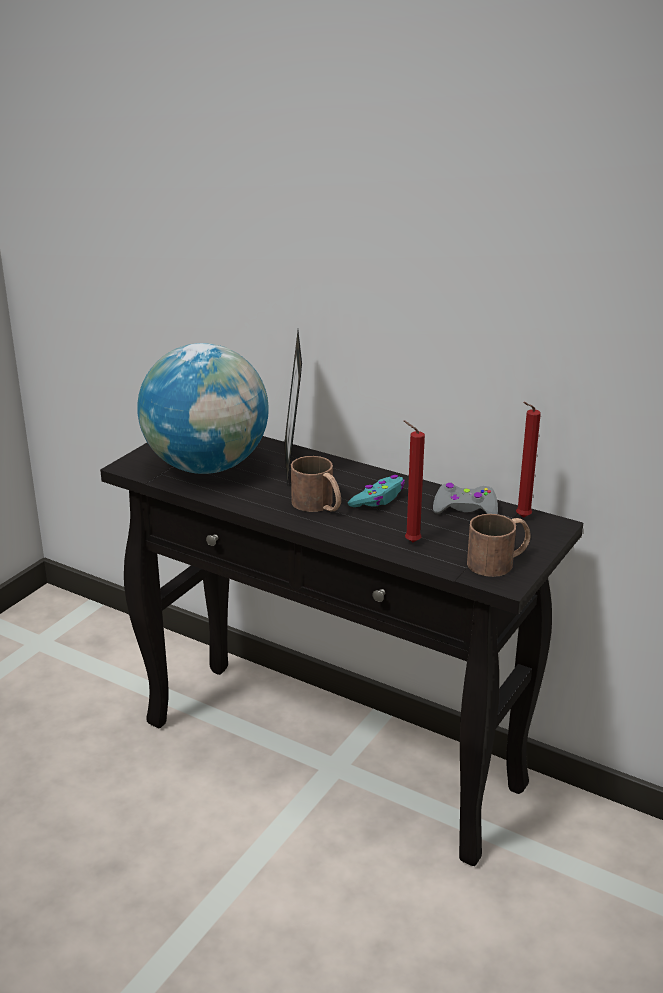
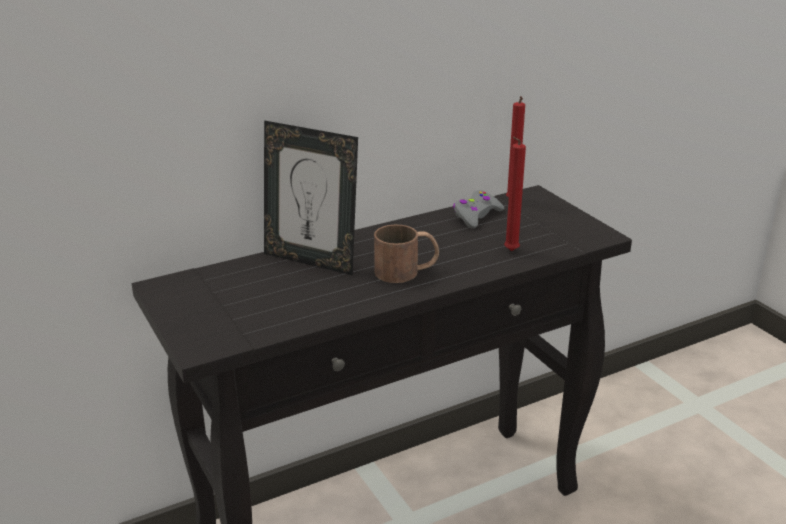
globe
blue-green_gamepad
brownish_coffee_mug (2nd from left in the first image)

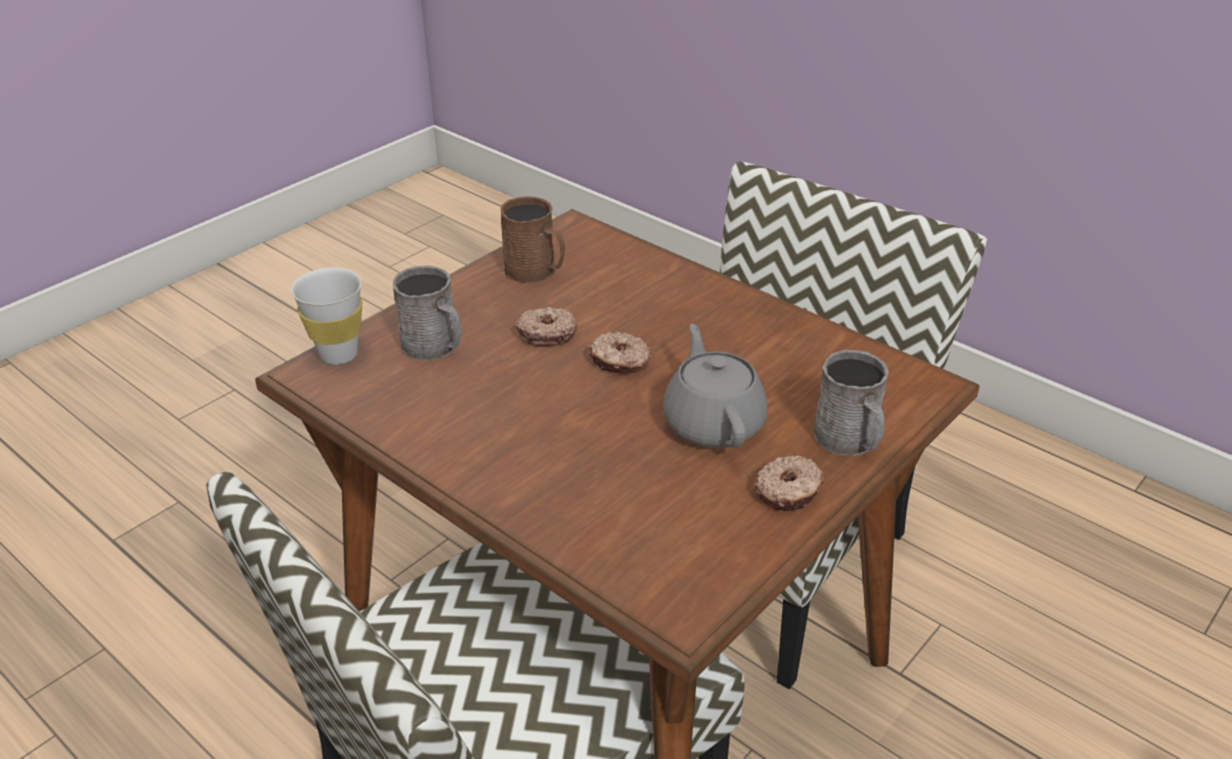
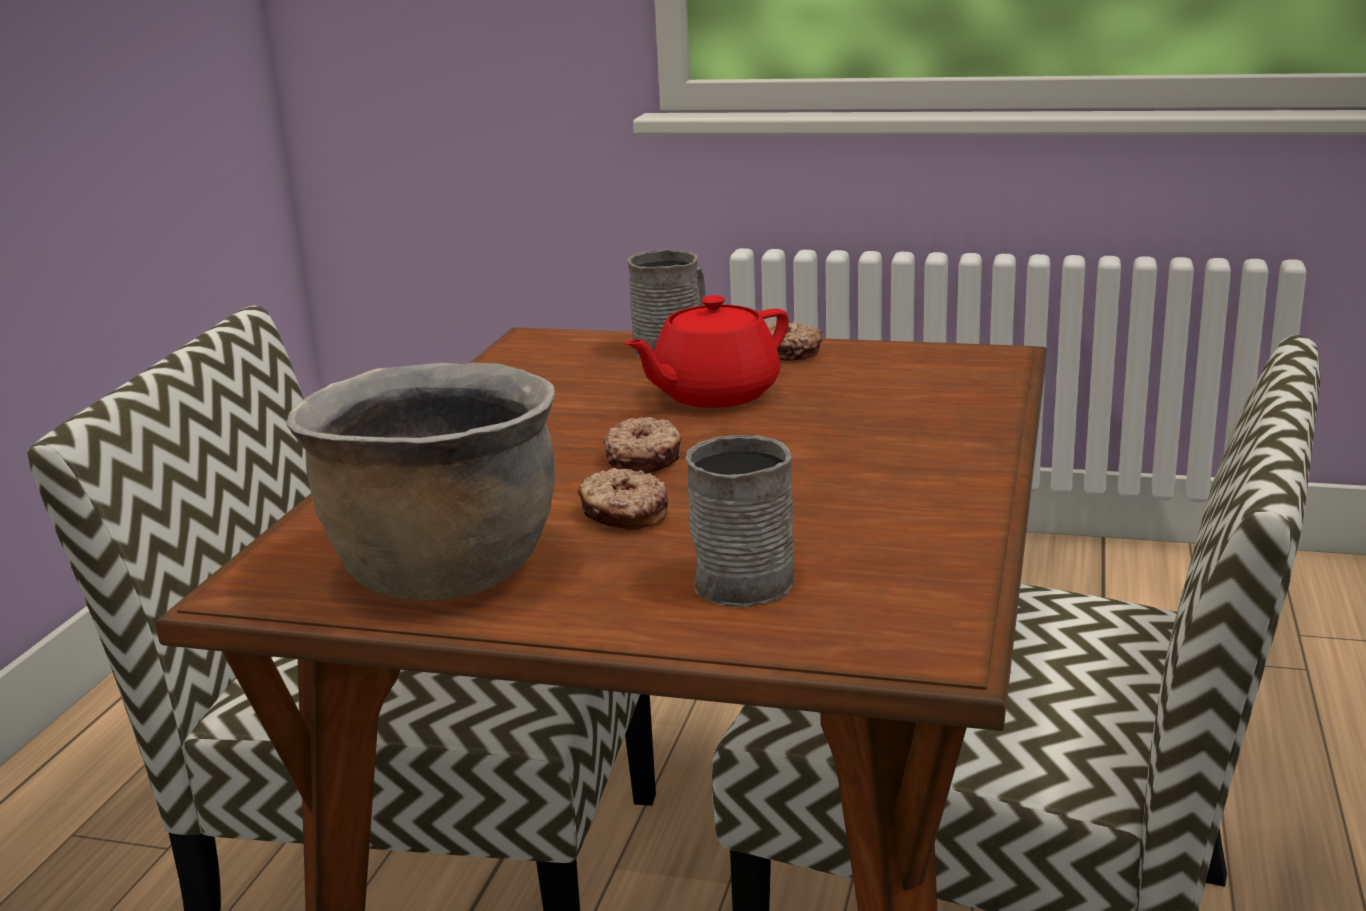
white_drinking_cup
brownish_cooking_pot
red_tea_pot

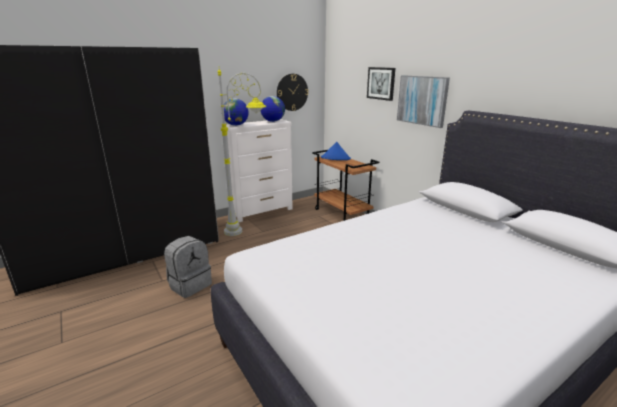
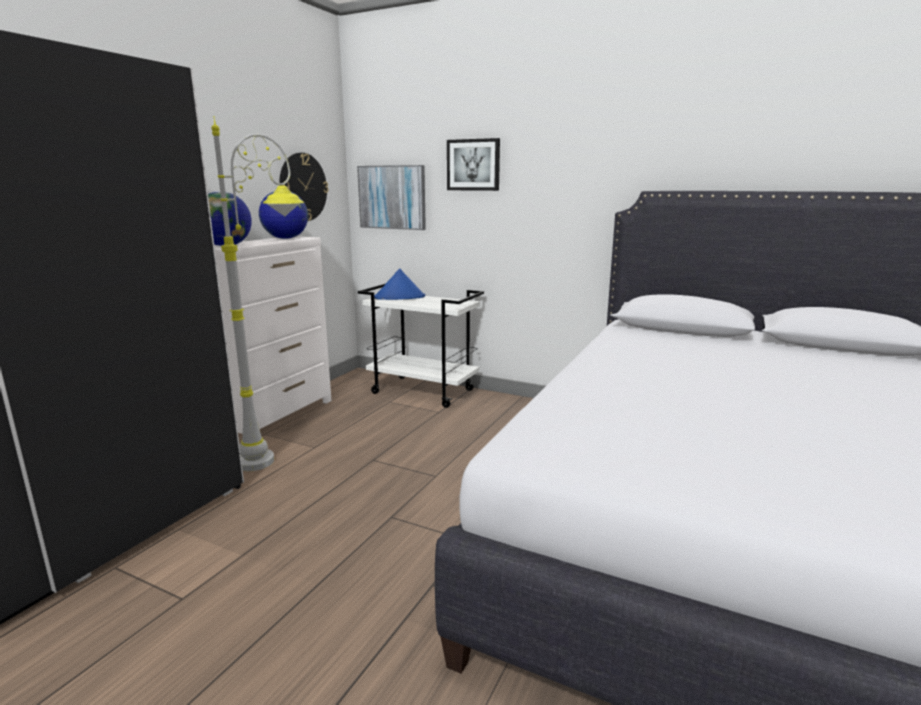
gray_knapsack
white_wheeled_cart
wall_art (1st from left)

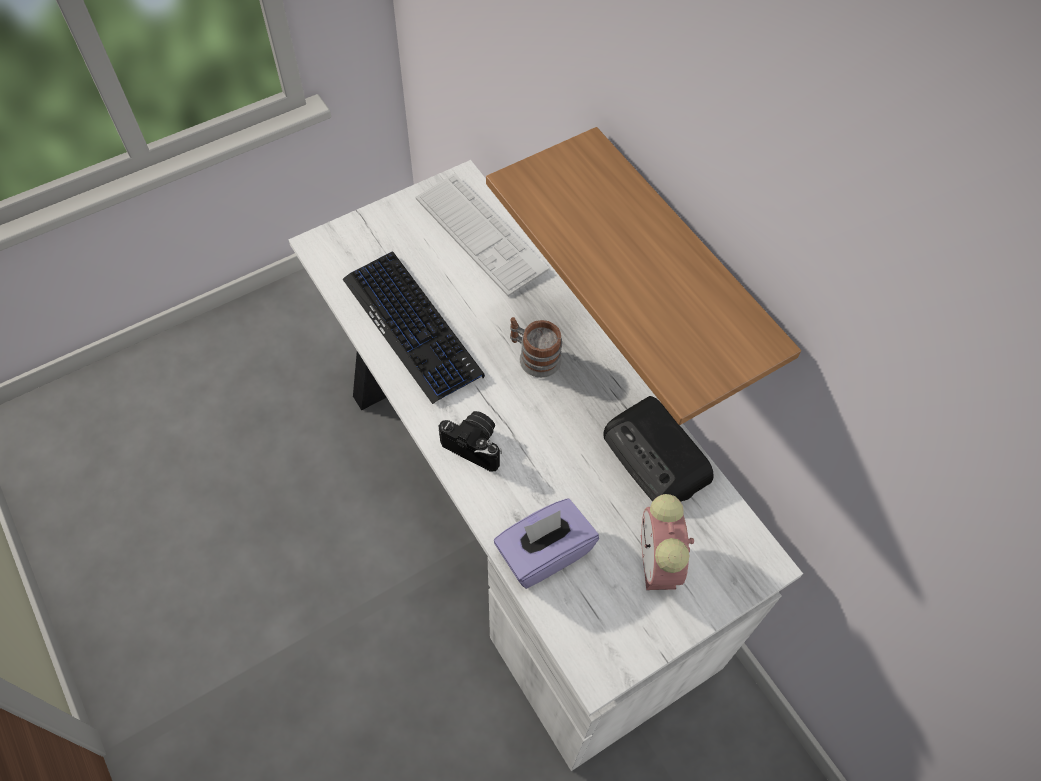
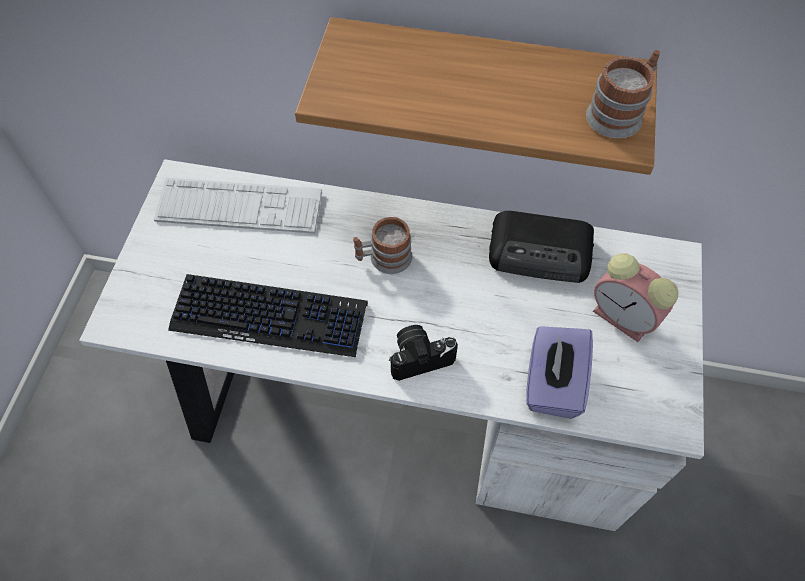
coffee_mug (2nd from left)

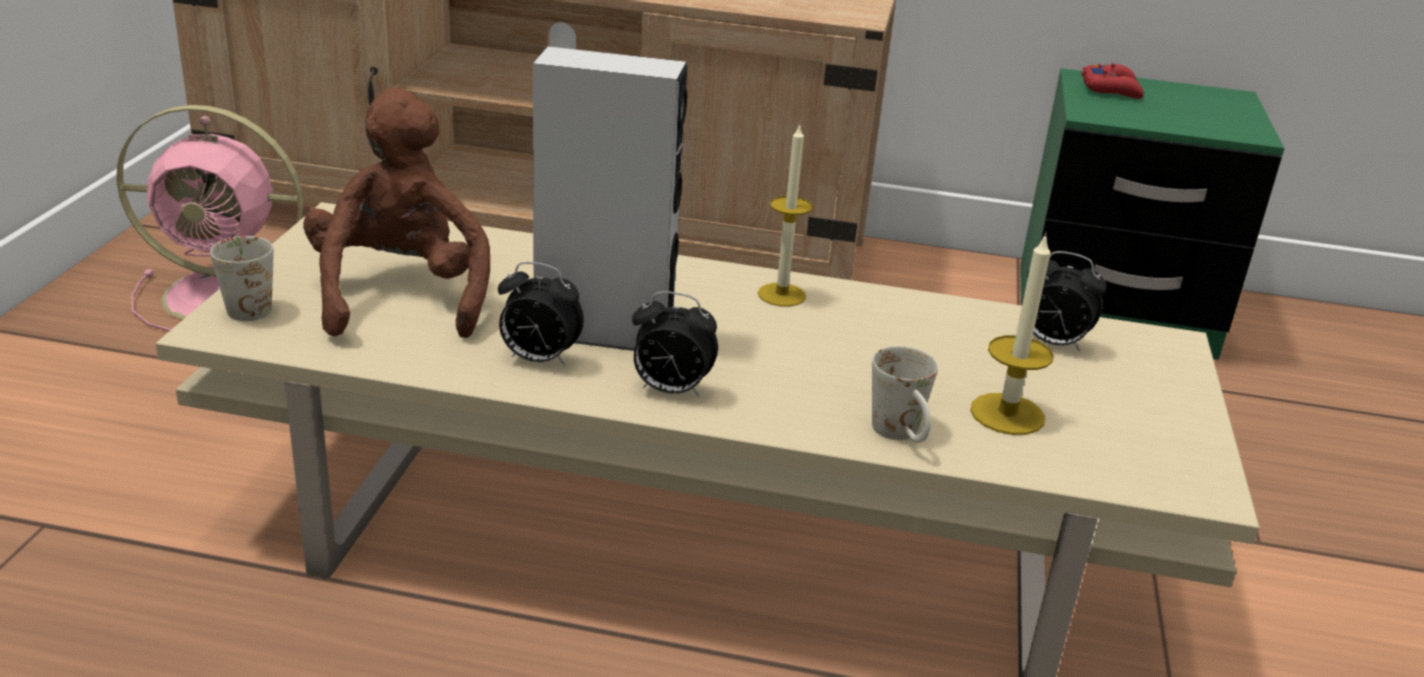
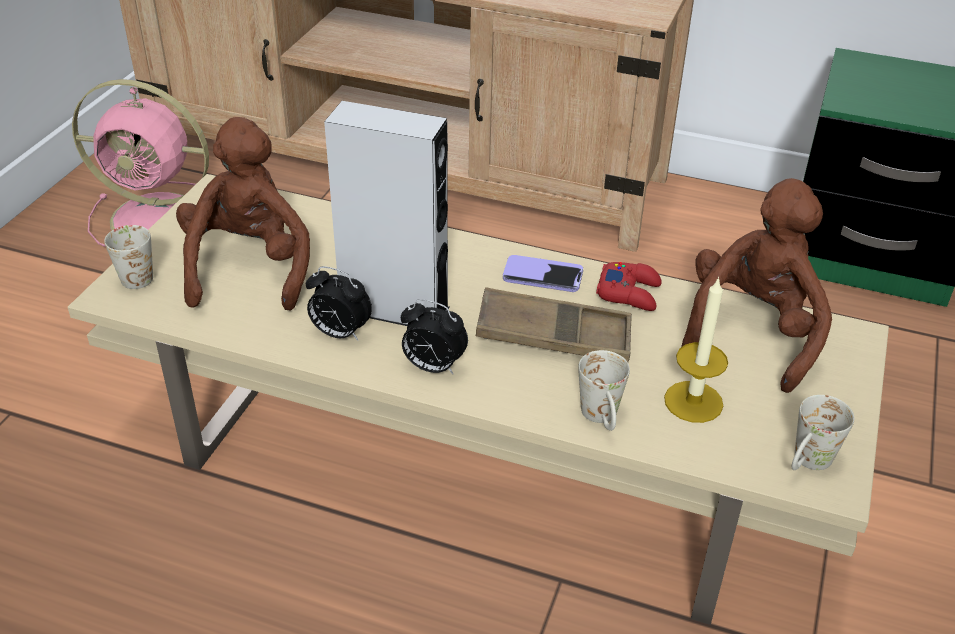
handset
brownish_plush_toy (2nd from left)
red_gamepad
brownish_tray
white_coffee_mug (3rd from left)

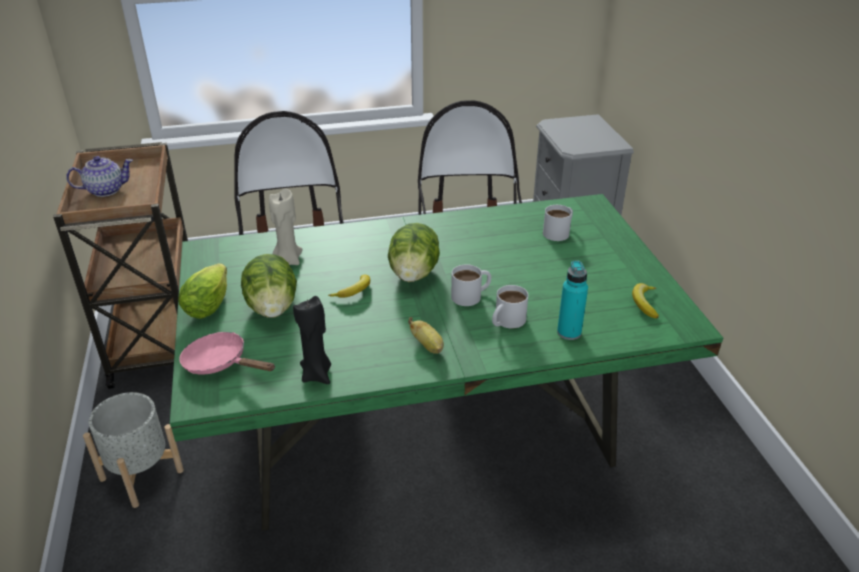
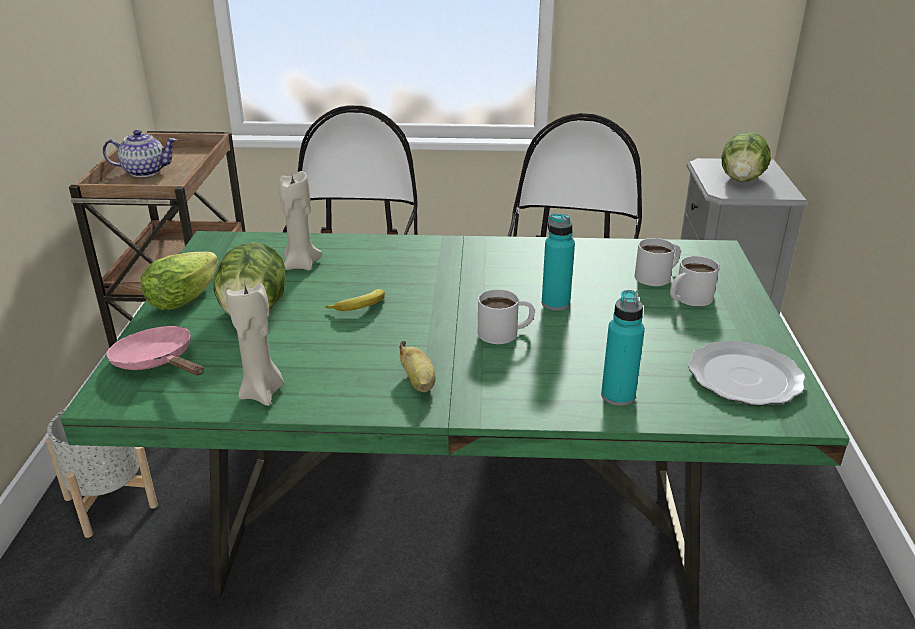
sand-coloured_candle (1st from left)
lettuce (3rd from left)
white_coffee_mug (3rd from left)
plate
blue-green_bottle (1st from left)

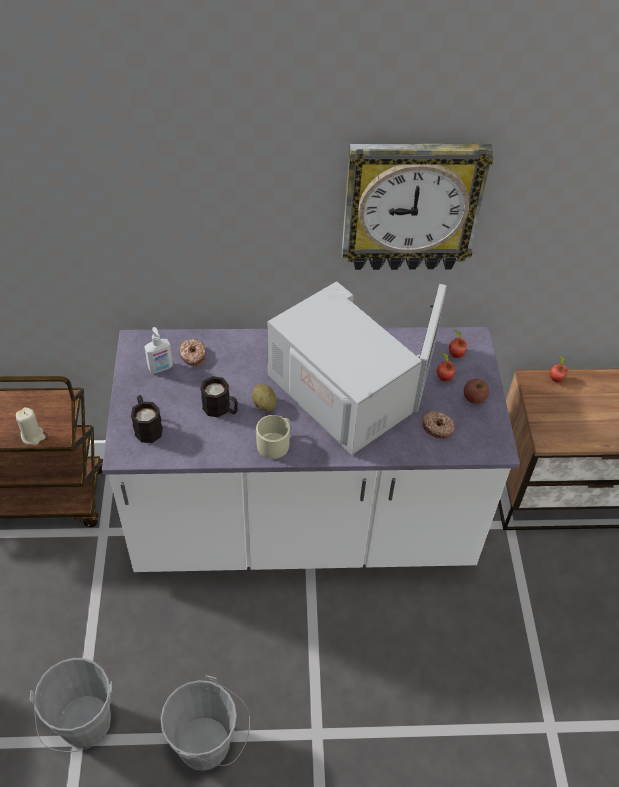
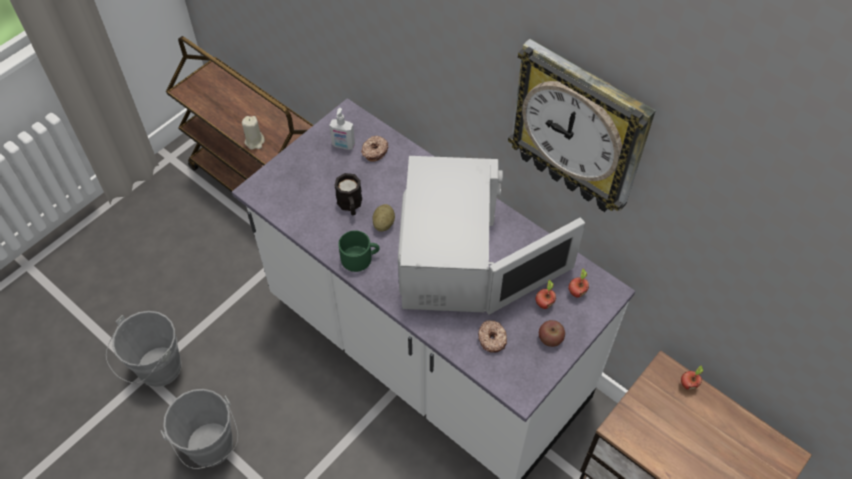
black_coffee_mug (1st from left in the first image)
green_coffee_mug

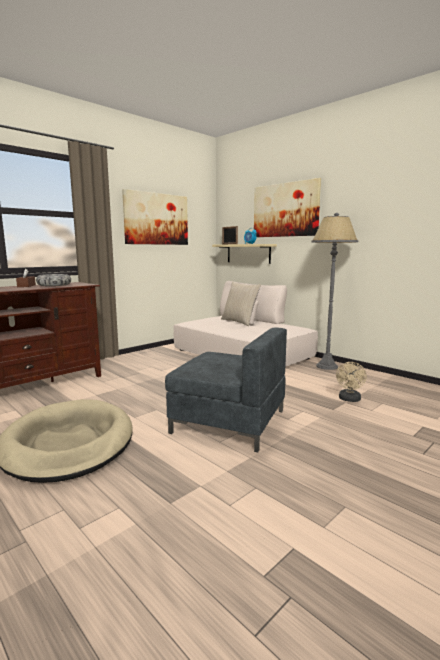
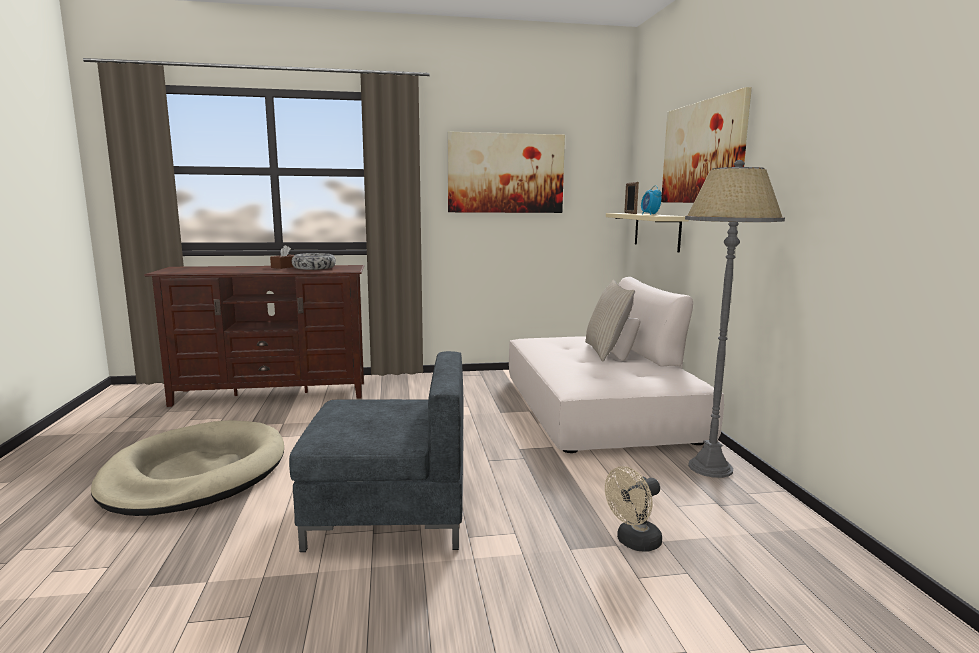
gray_lounge_chair

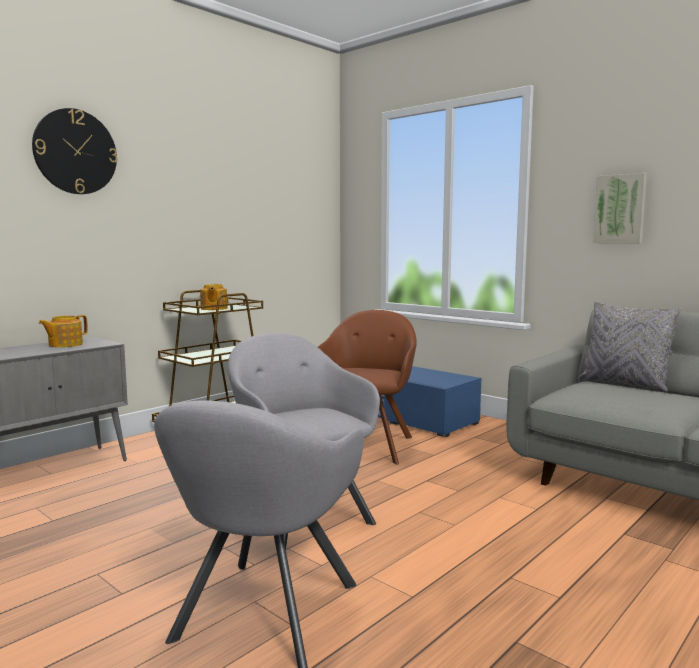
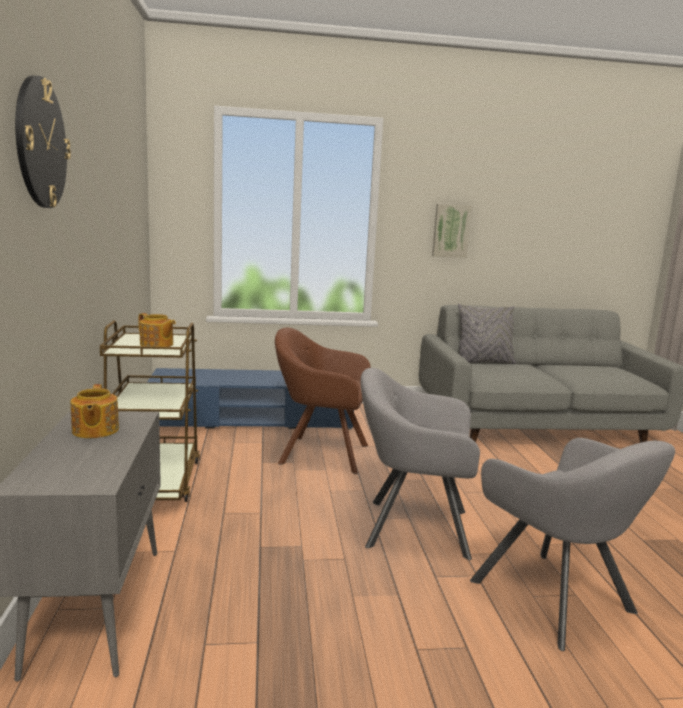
brownish_lounge_chair

